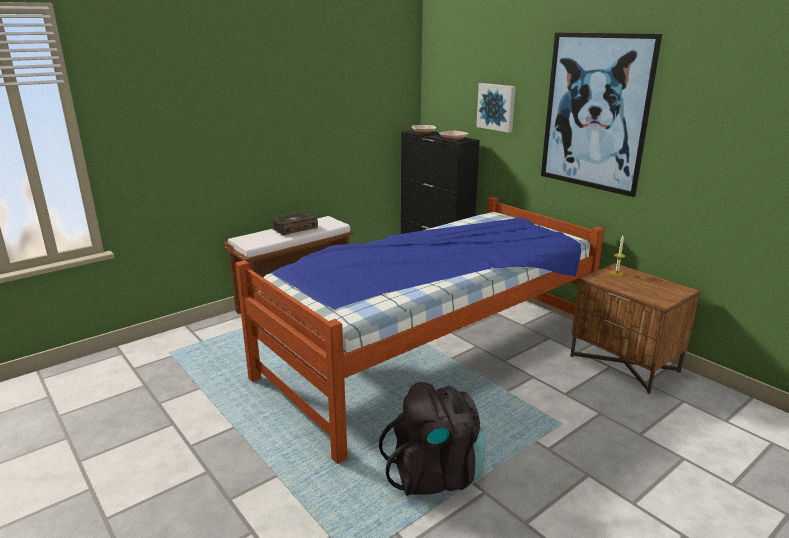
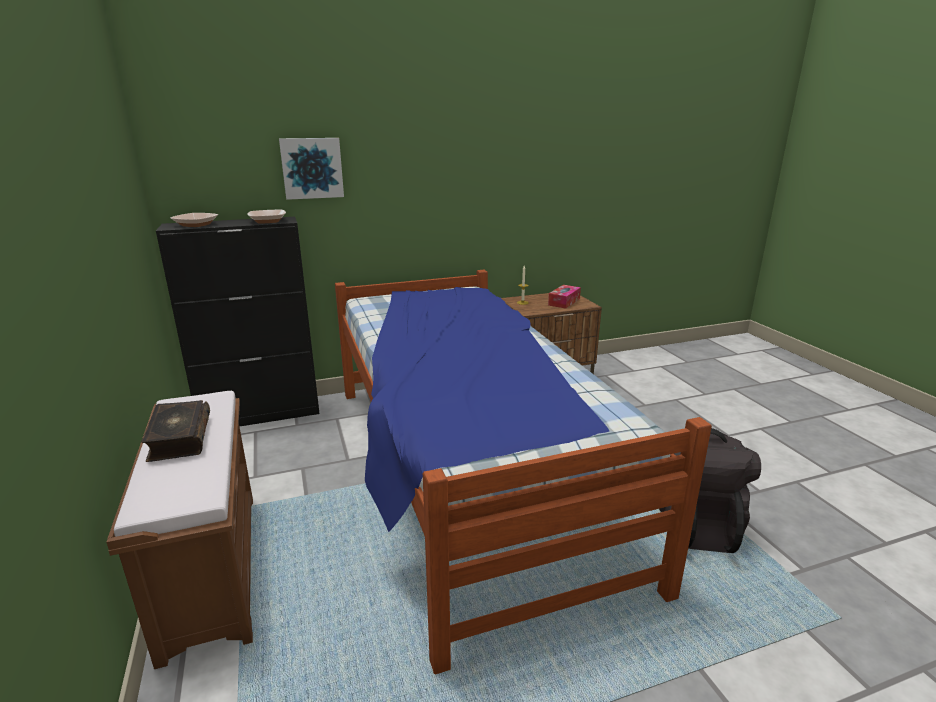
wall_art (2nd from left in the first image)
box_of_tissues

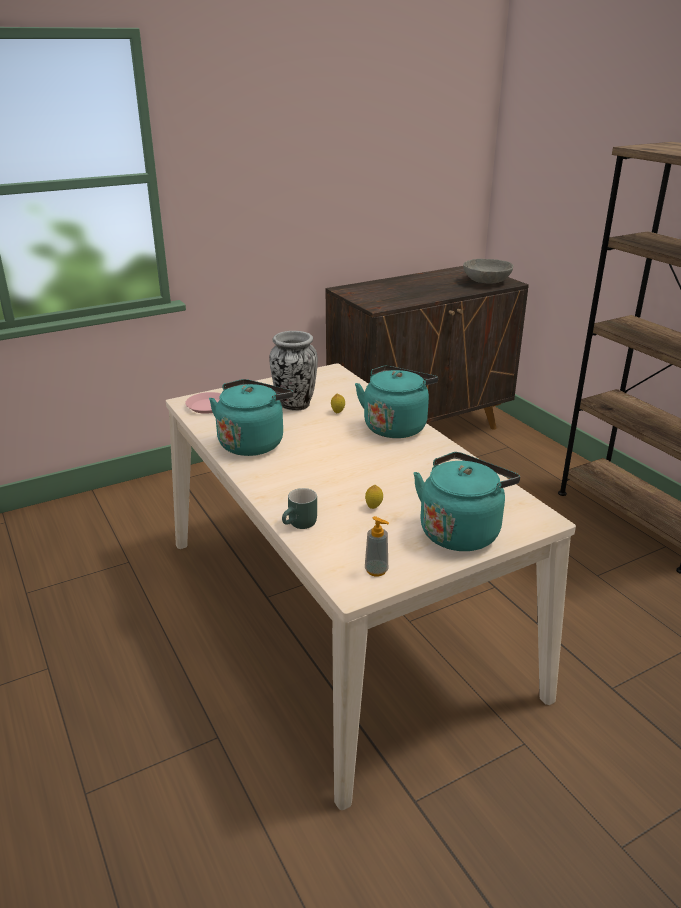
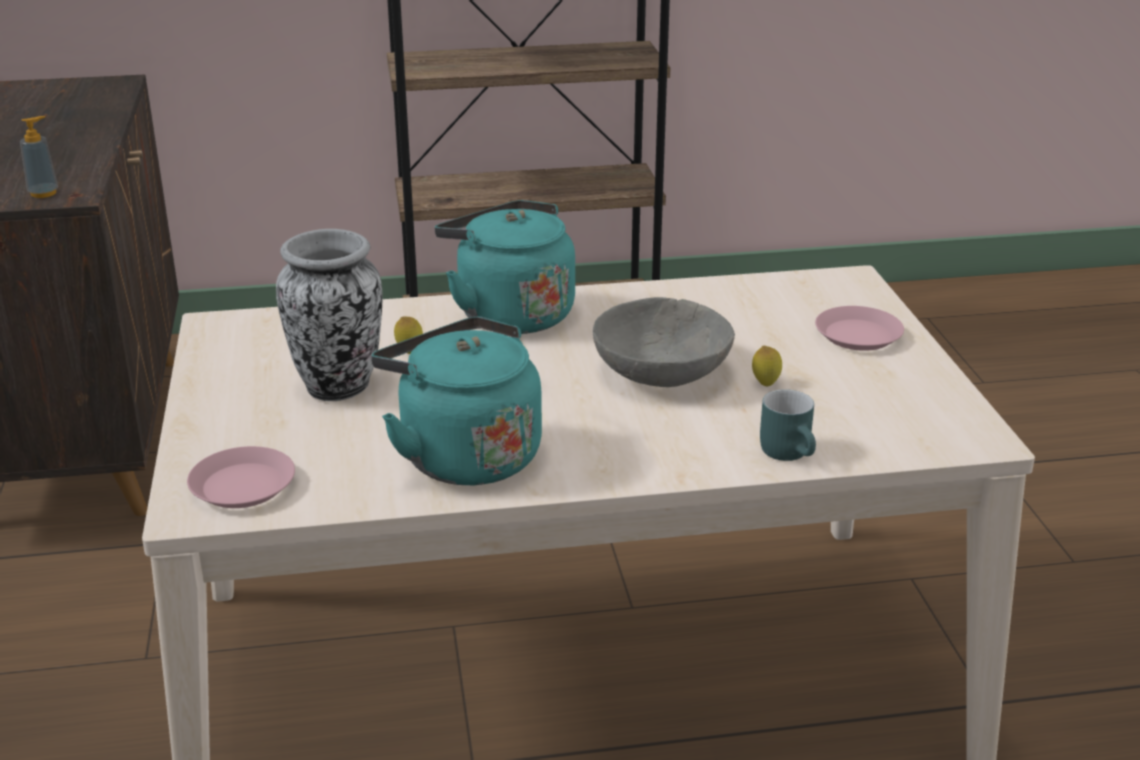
soap_bottle
pinkish_plate (2nd from left)
gray_deep_dish

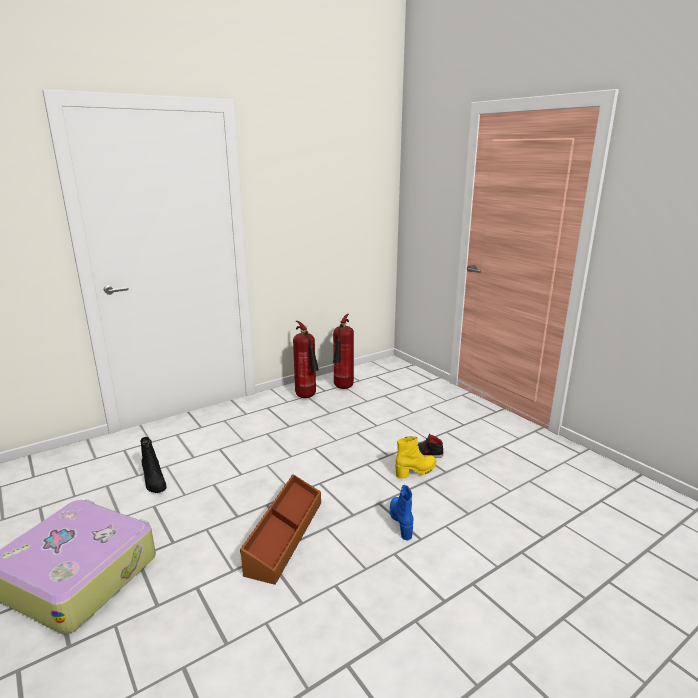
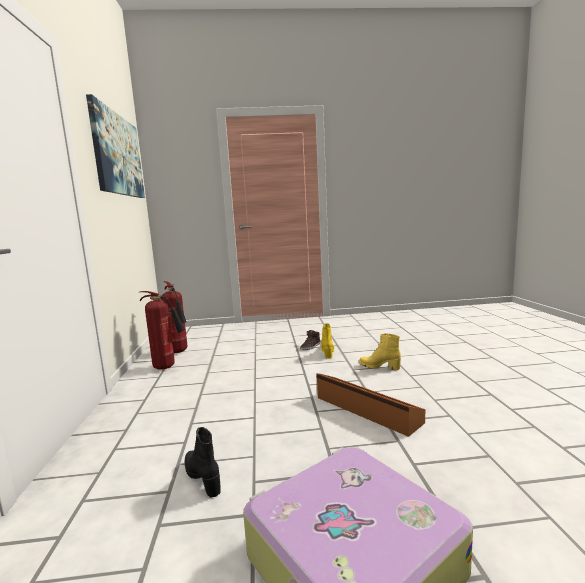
black_boot
yellow-coloured_boot (2nd from left)
wall_art

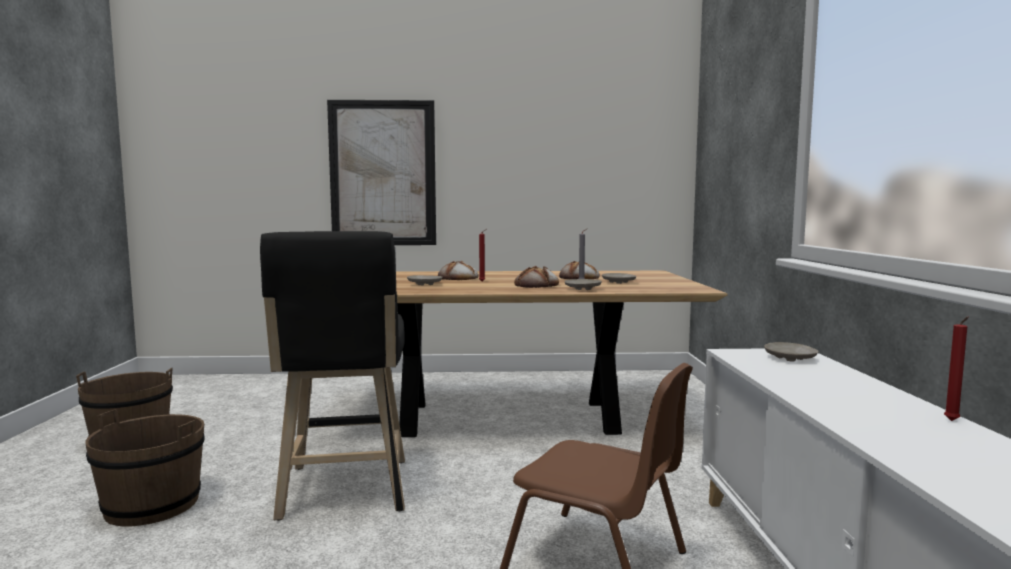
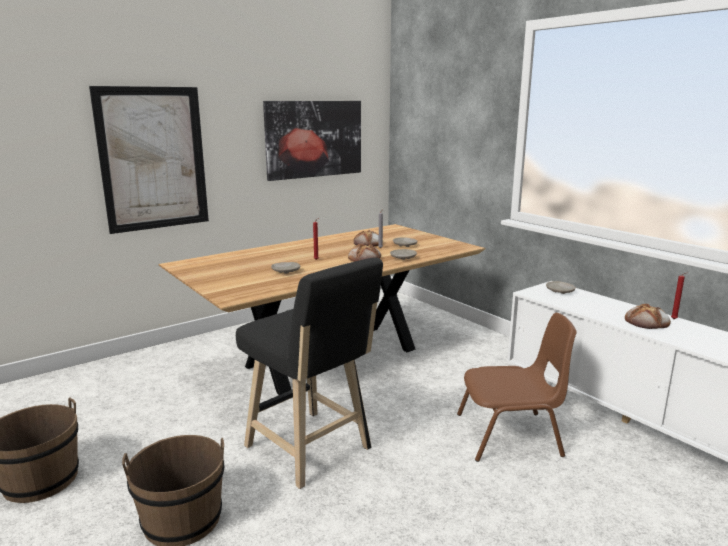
baked_bread (3rd from left)
wall_art (2nd from left)

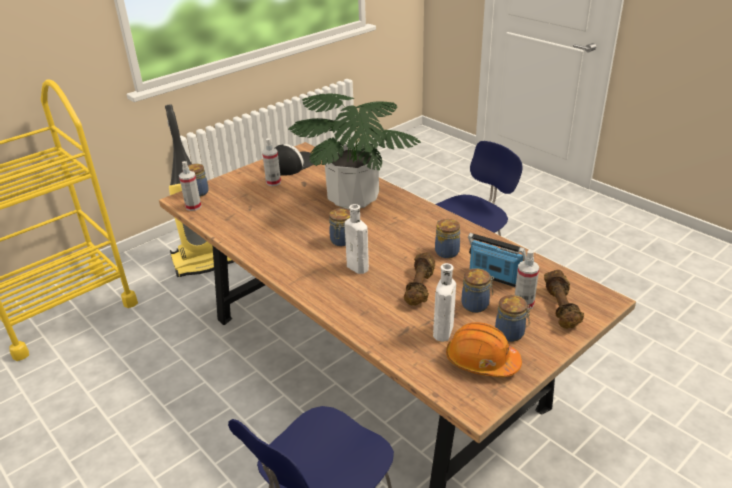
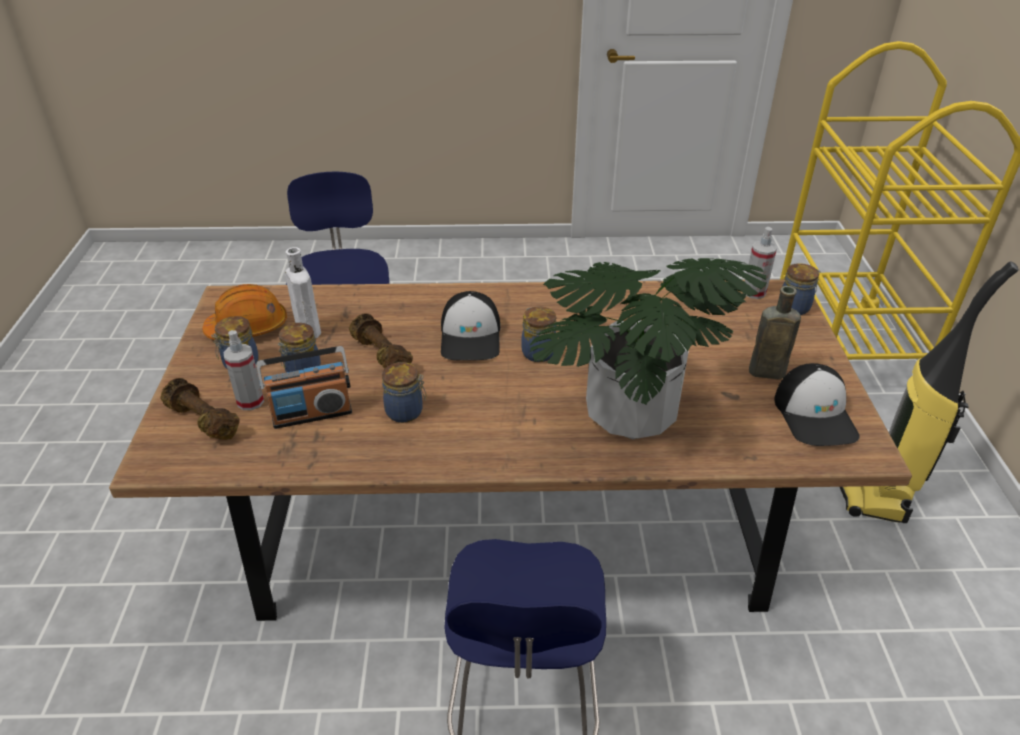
brownish_bottle
peaked_cap (1st from left)

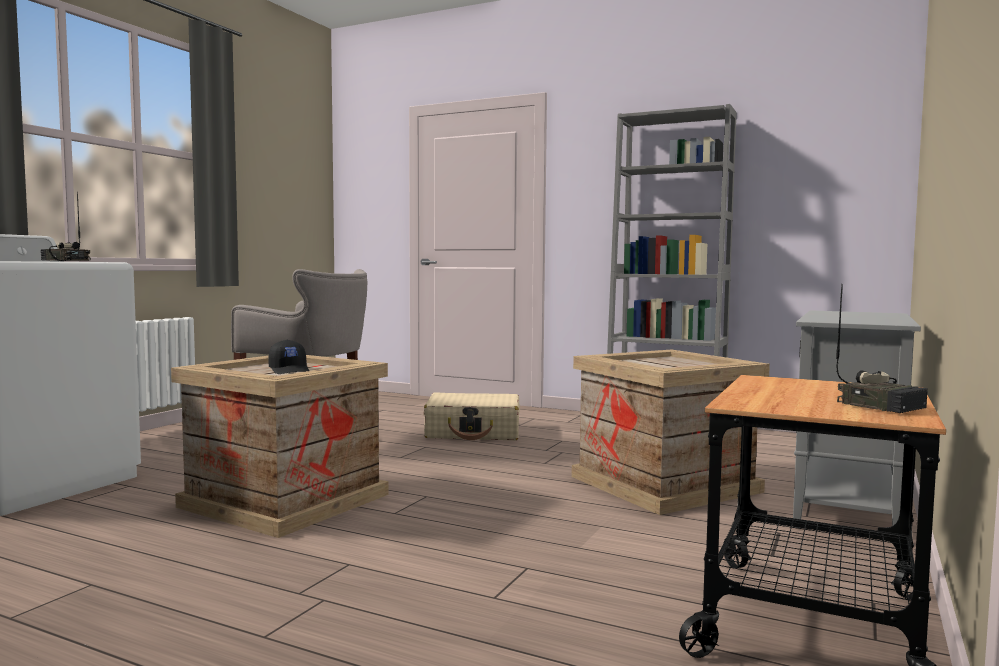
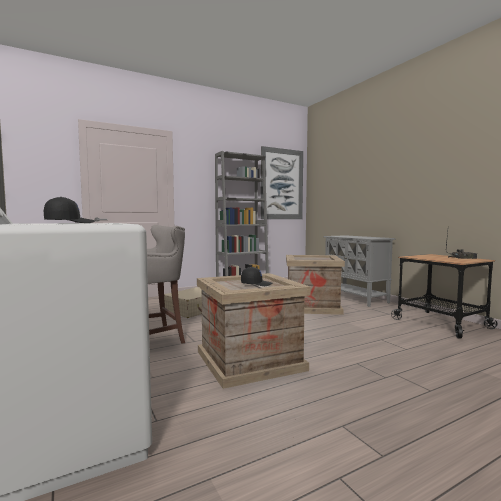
black_peaked_cap (1st from left)
wall_art

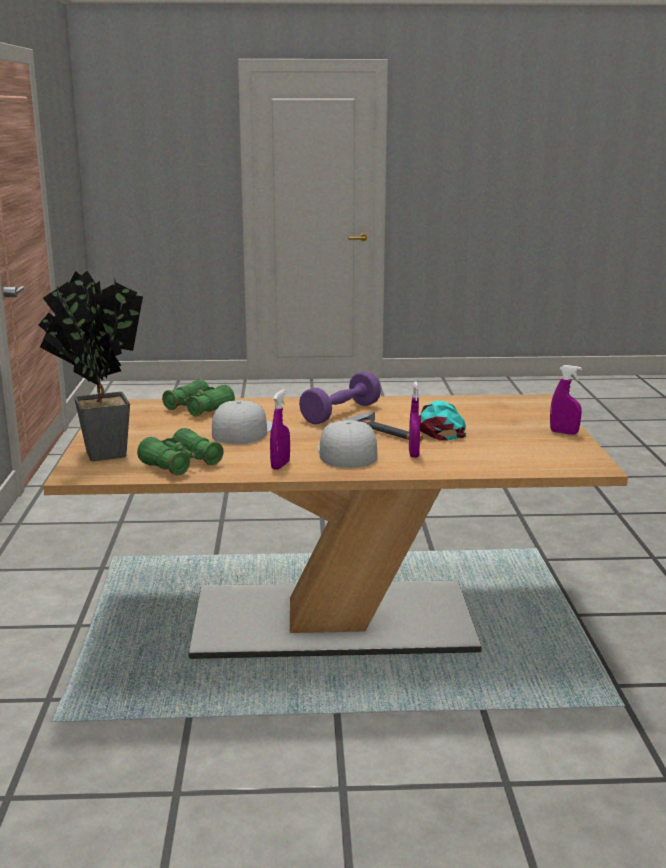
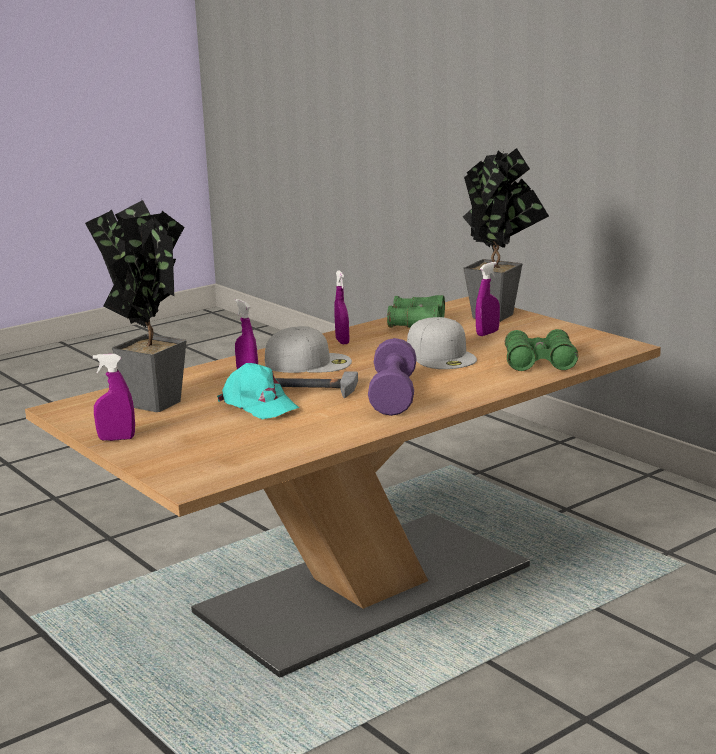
white_peaked_cap (1st from left)
potted_plant (1st from left)
purplish_spray_bottle (4th from left)

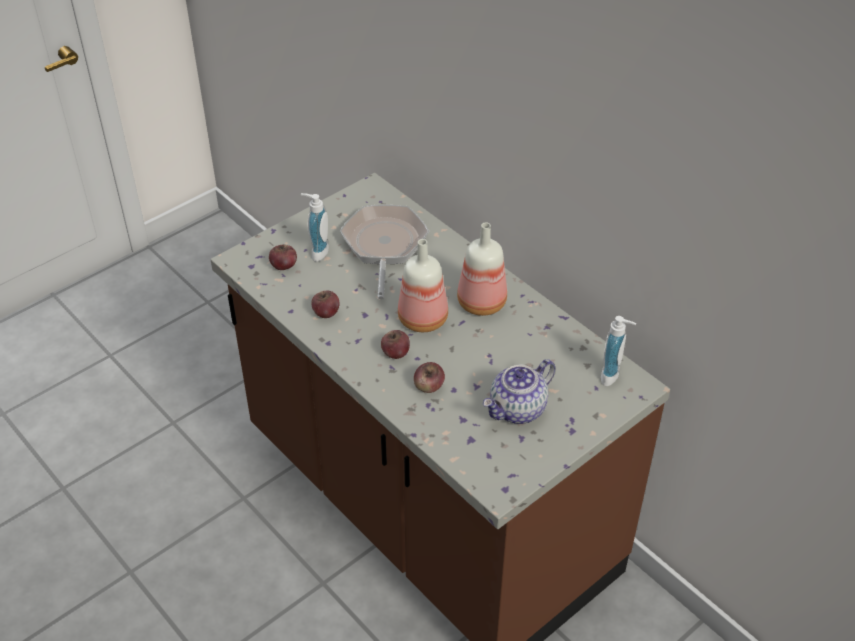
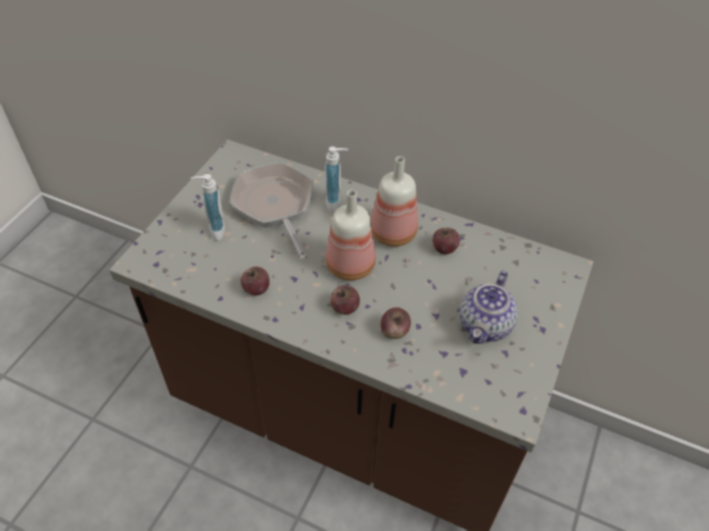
whole_apple (4th from left)
soap_bottle (2nd from left)

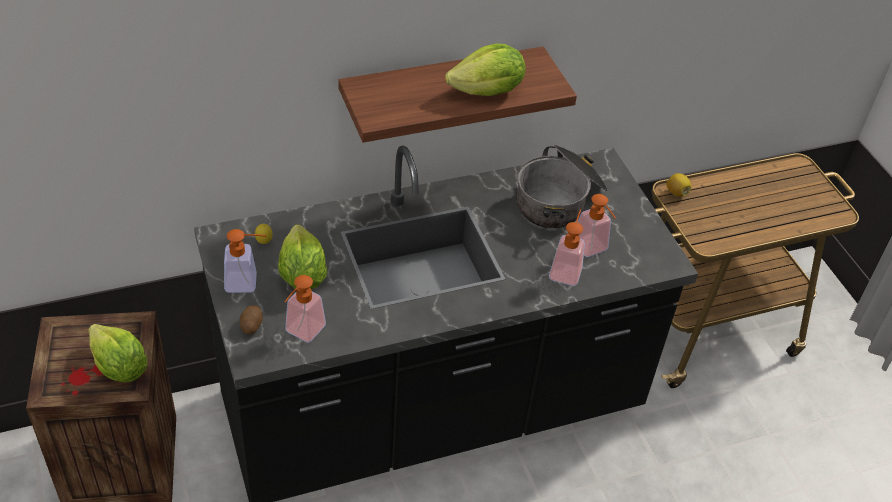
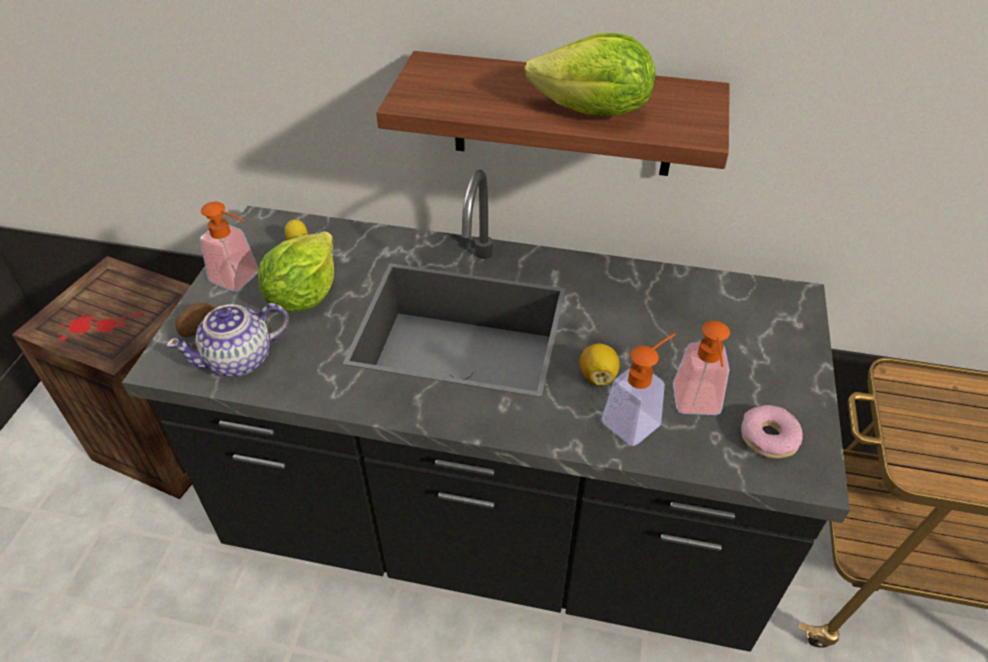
lettuce (1st from left in the first image)
tea_pot
cooking_pot
lemon (2nd from left)
donut

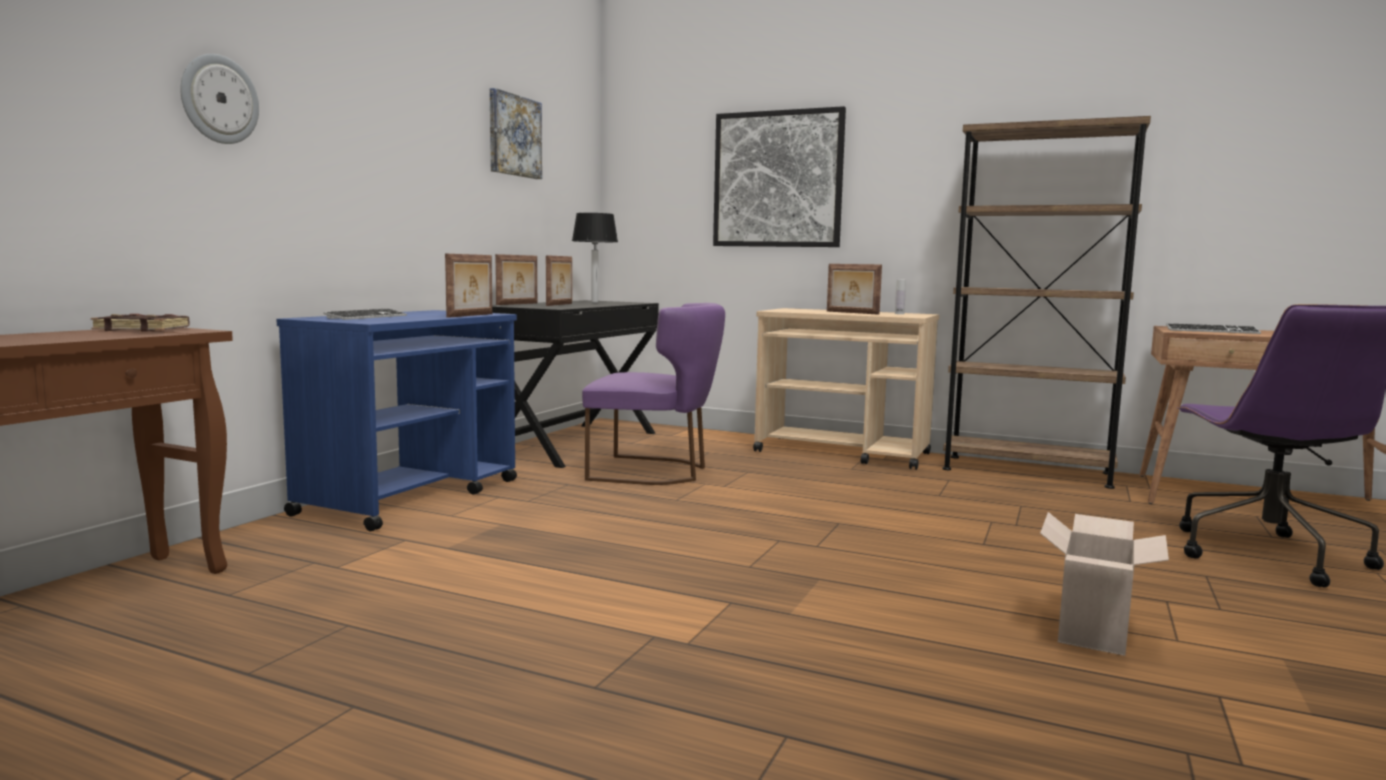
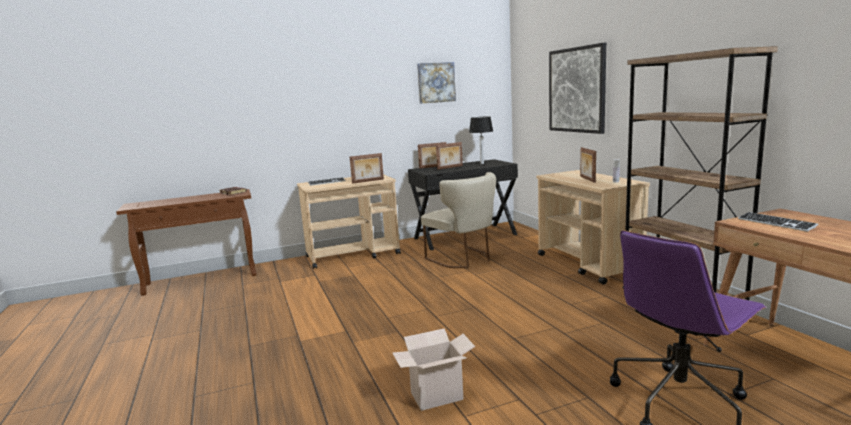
clock_on_the_wall
sand-coloured_wheeled_cart (1st from left)
sand-coloured_plain_chair

